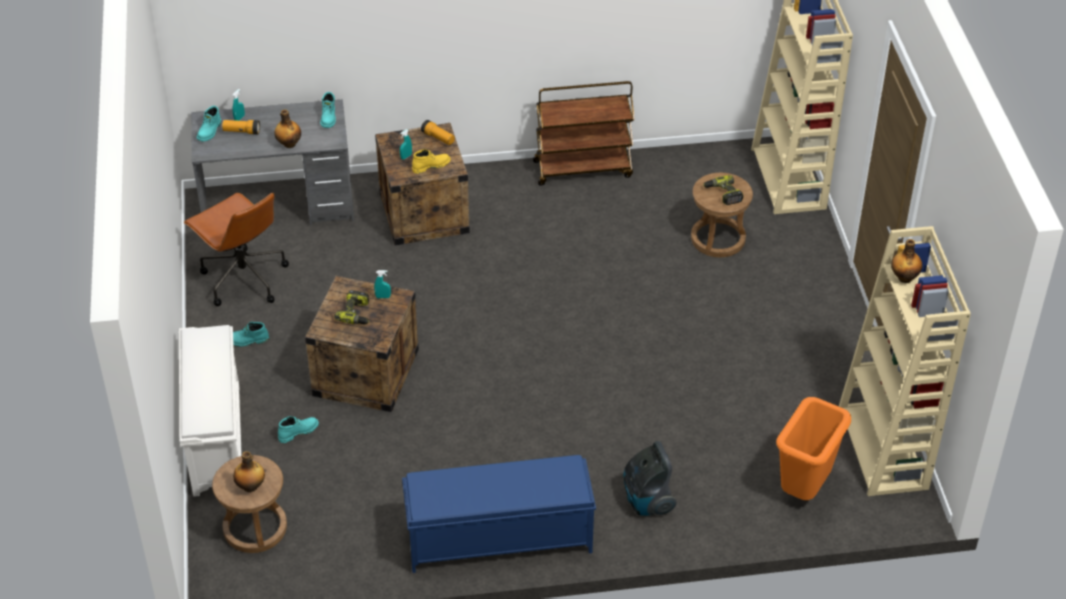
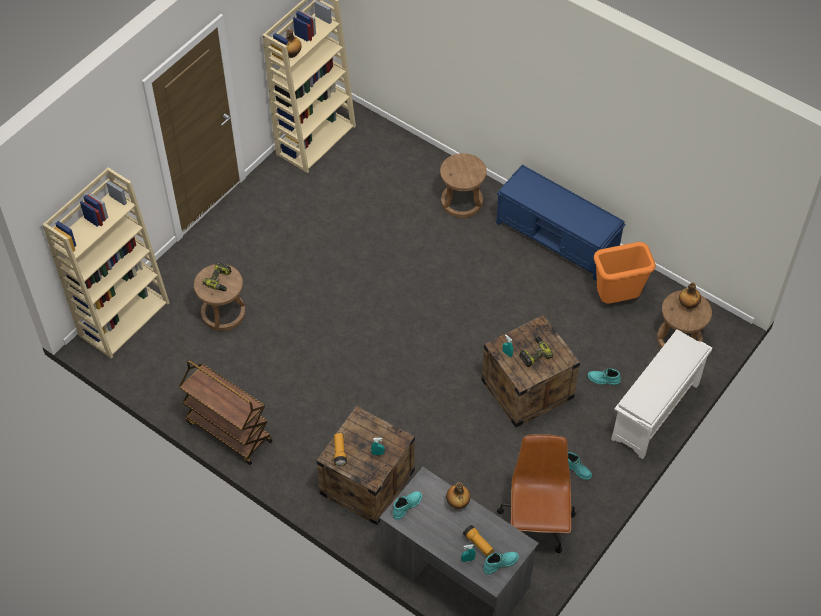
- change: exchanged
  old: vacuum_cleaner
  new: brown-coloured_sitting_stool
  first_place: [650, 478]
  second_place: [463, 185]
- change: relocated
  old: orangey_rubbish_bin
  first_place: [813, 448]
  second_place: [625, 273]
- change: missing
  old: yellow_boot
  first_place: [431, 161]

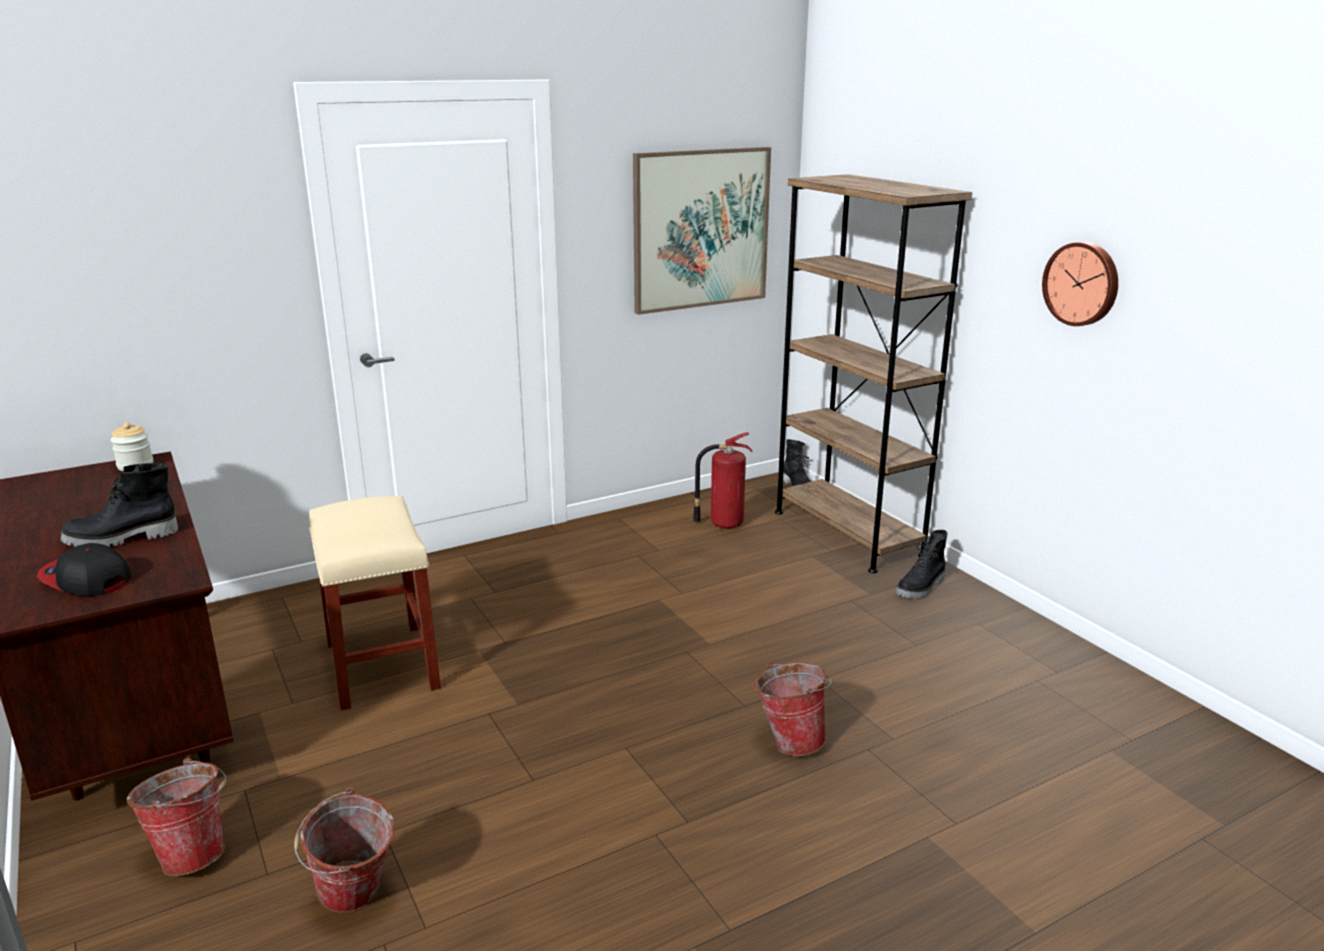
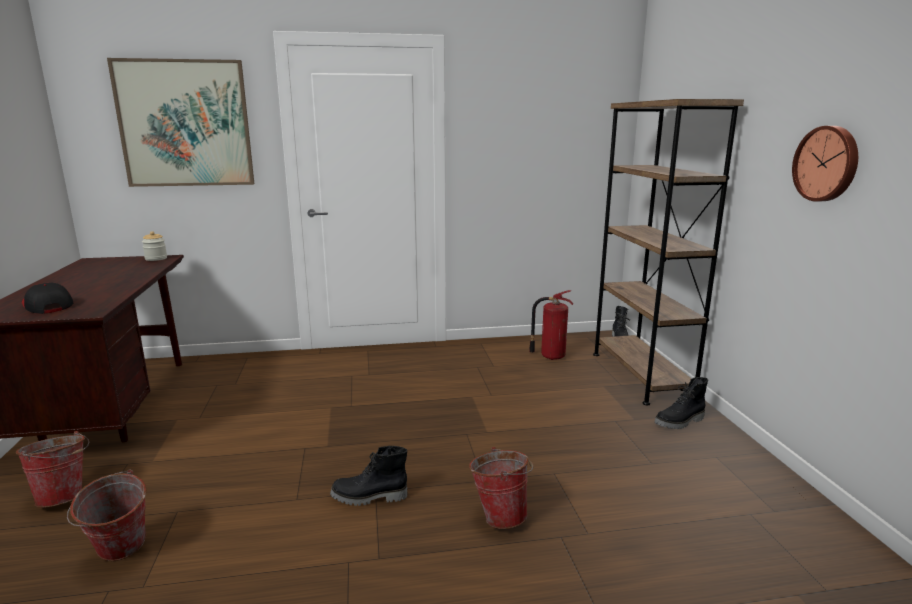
- change: relocated
  old: picture
  first_place: [702, 231]
  second_place: [180, 122]
- change: relocated
  old: black-coloured_boot
  first_place: [119, 505]
  second_place: [369, 476]
- change: missing
  old: sand-coloured_sitting_stool
  first_place: [375, 603]

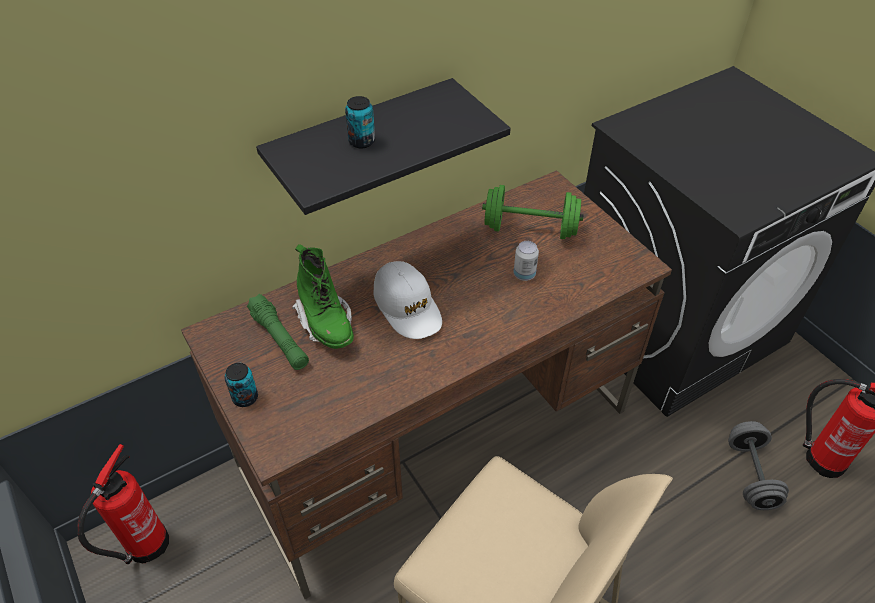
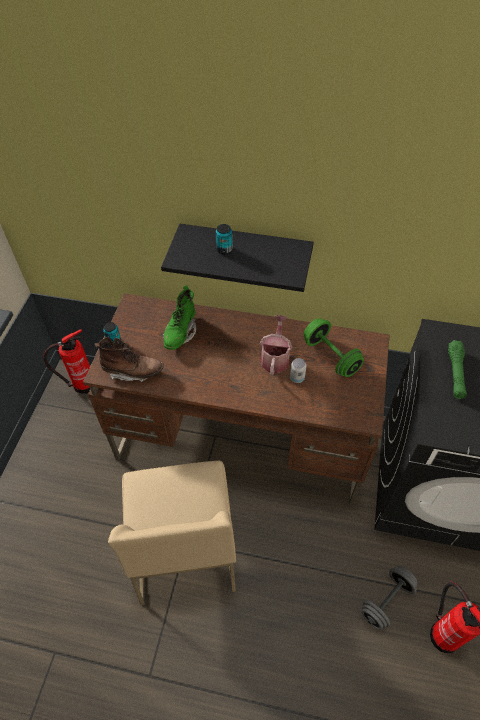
- change: appeared
  new: brown-coloured_boot
  second_place: [129, 359]
- change: appeared
  new: watering_can
  second_place: [276, 345]
- change: relocated
  old: green_torch
  first_place: [278, 332]
  second_place: [457, 369]
- change: missing
  old: white-coloured_cap
  first_place: [407, 300]

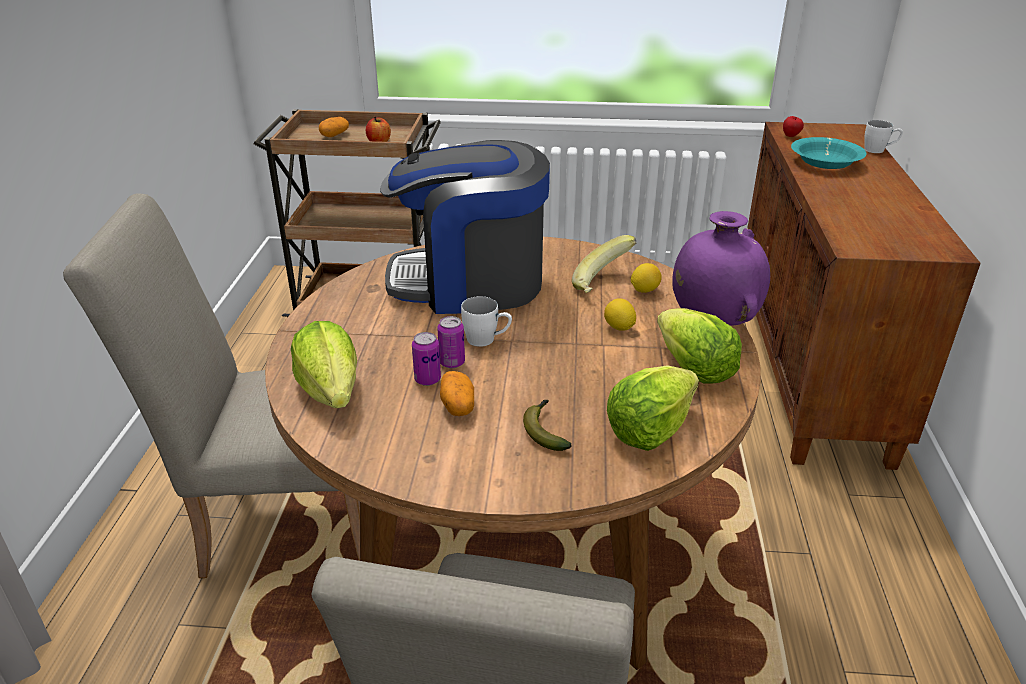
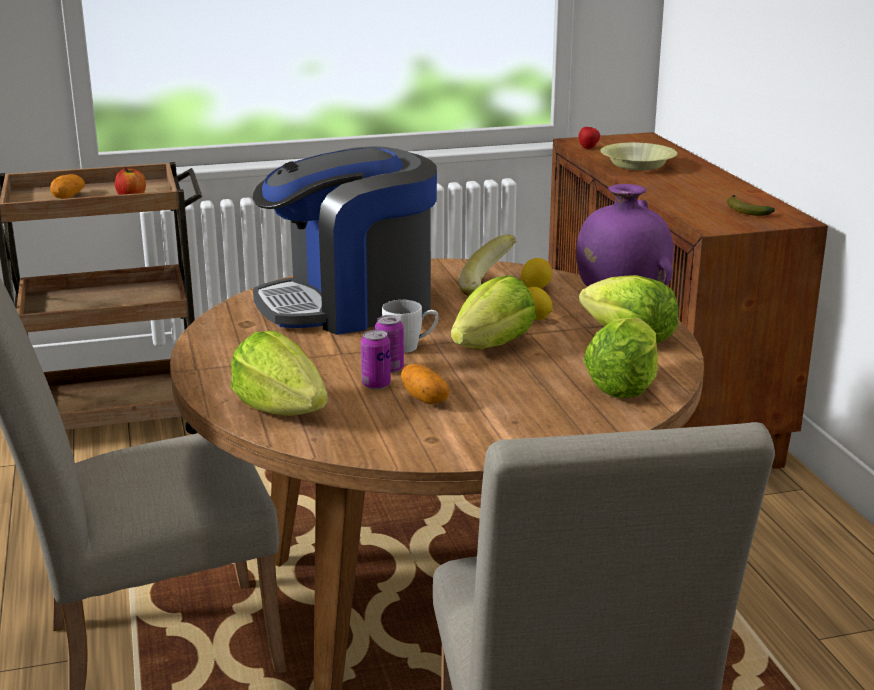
- change: appeared
  new: lettuce
  second_place: [493, 312]
- change: colour
  old: turquoise_serving_bowl
  new: yellow_serving_bowl
  first_place: [828, 153]
  second_place: [638, 156]
- change: relocated
  old: banana
  first_place: [547, 425]
  second_place: [751, 205]
- change: missing
  old: white-coloured_tea_mug
  first_place: [883, 136]

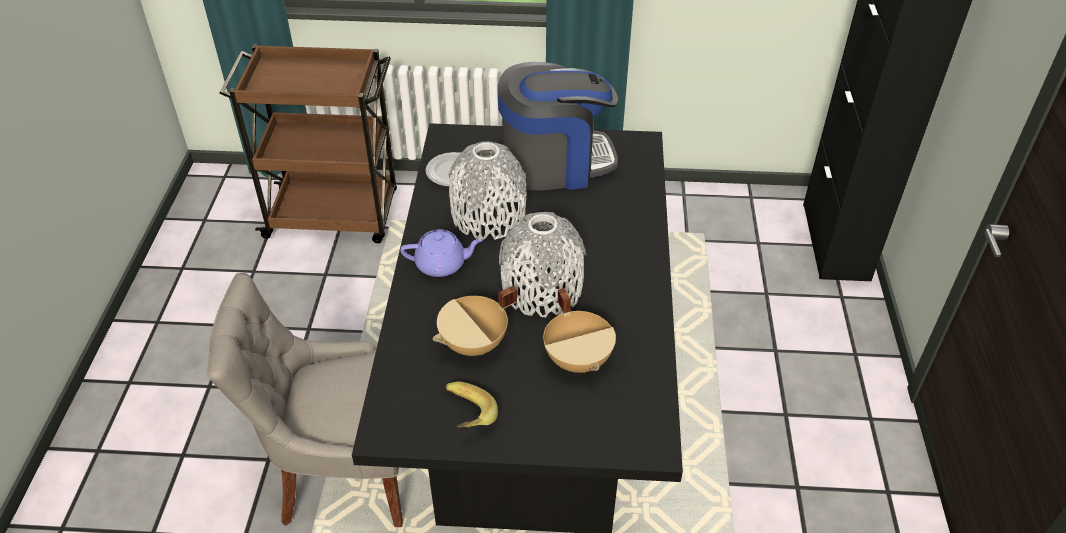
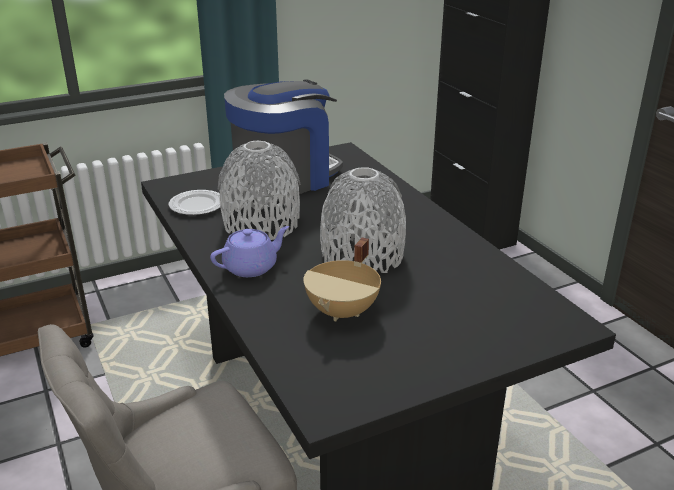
- change: missing
  old: banana
  first_place: [471, 404]
- change: missing
  old: sand-coloured_stockpot
  first_place: [579, 330]

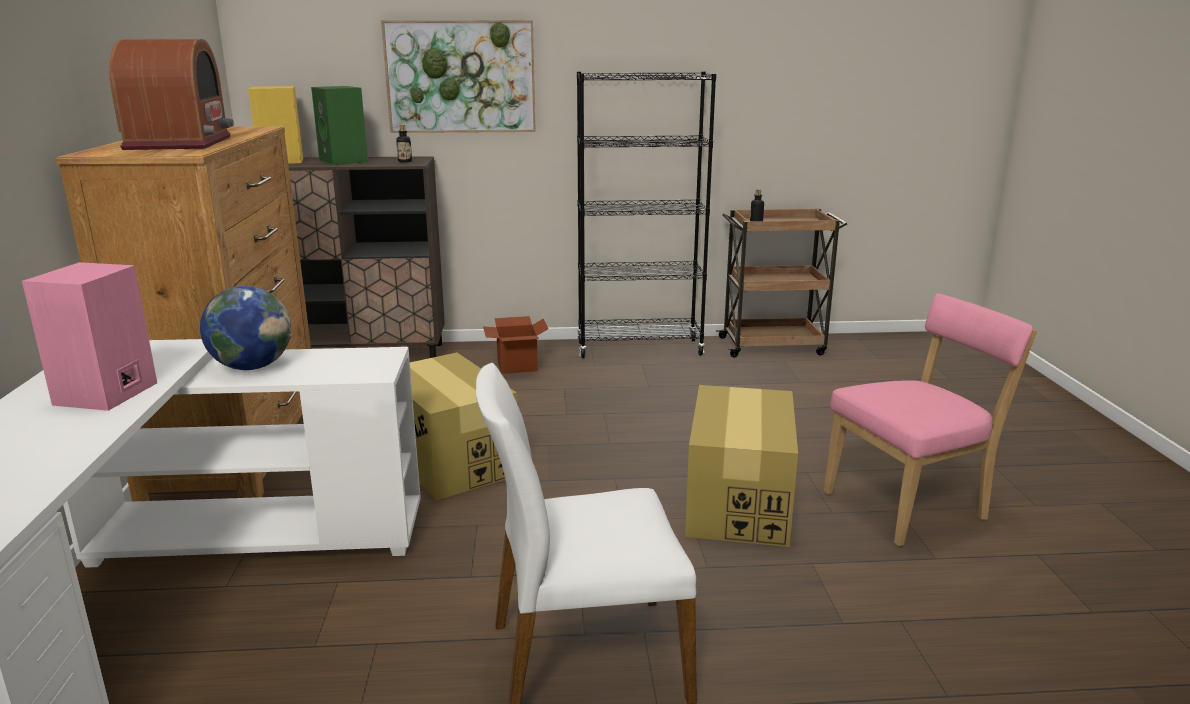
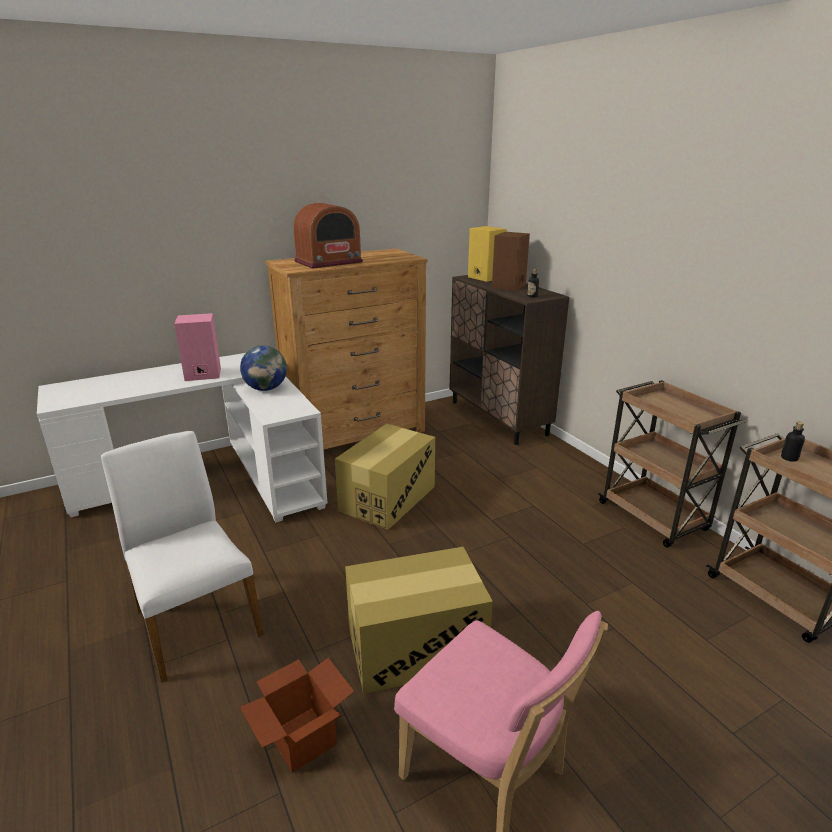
- change: relocated
  old: cardboard_box
  first_place: [515, 345]
  second_place: [297, 715]
- change: colour
  old: green_loudspeaker
  new: brown-coloured_loudspeaker
  first_place: [339, 125]
  second_place: [511, 261]
- change: exchanged
  old: black-coloured_bookcase
  new: brown-coloured_wheeled_cart
  first_place: [646, 214]
  second_place: [672, 464]
- change: missing
  old: picture
  first_place: [458, 76]

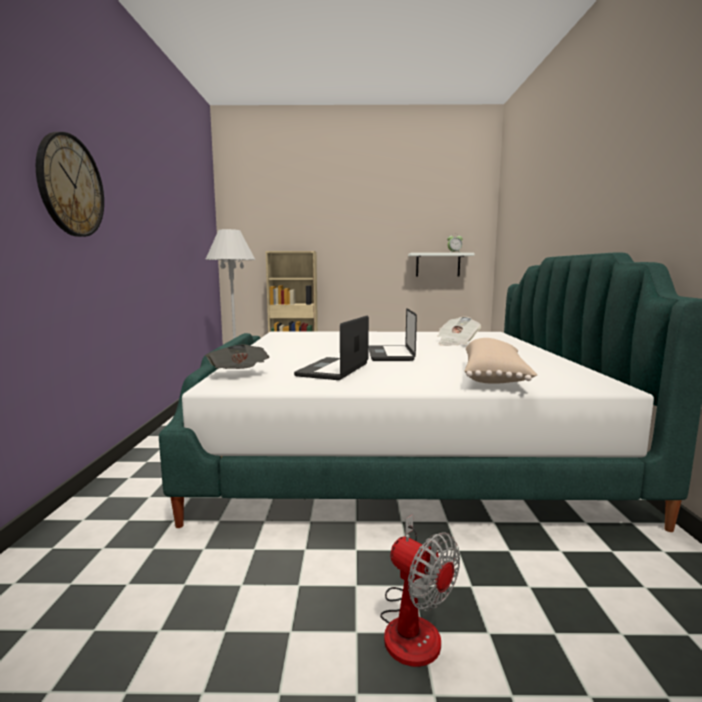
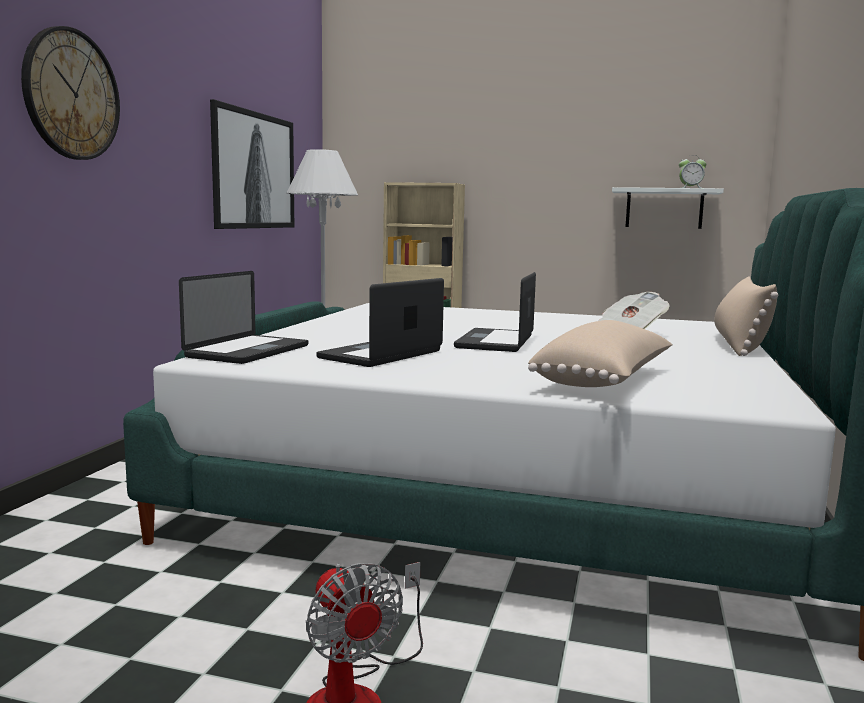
- change: exchanged
  old: newspaper
  new: notebook_computer
  first_place: [237, 356]
  second_place: [243, 317]
- change: appeared
  new: picture
  second_place: [252, 164]
- change: appeared
  new: sand-coloured_cushion
  second_place: [746, 316]

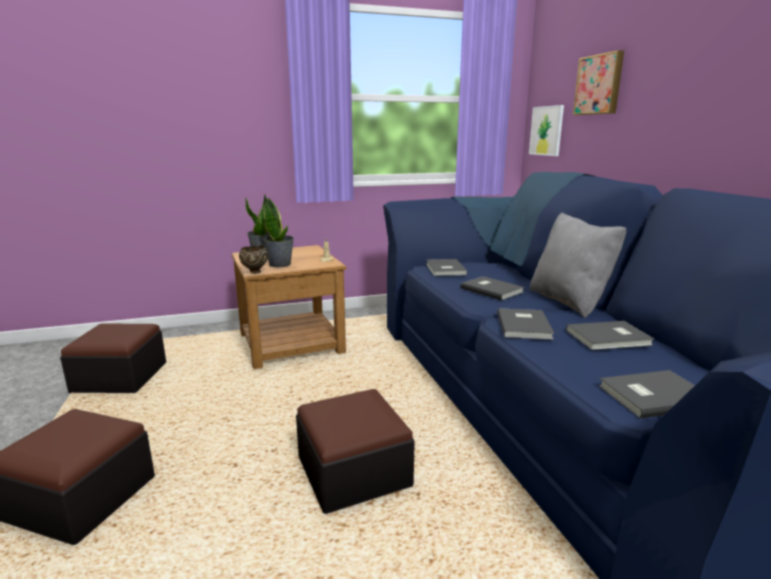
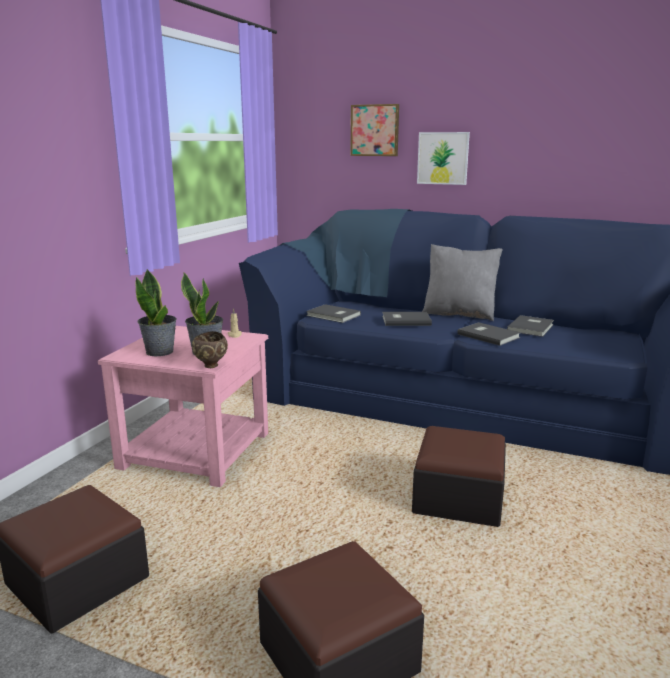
- change: colour
  old: brown-coloured_end_table
  new: pinkish_end_table
  first_place: [289, 307]
  second_place: [183, 406]
- change: relocated
  old: picture
  first_place: [546, 130]
  second_place: [443, 158]
- change: missing
  old: gray_volume
  first_place: [647, 394]

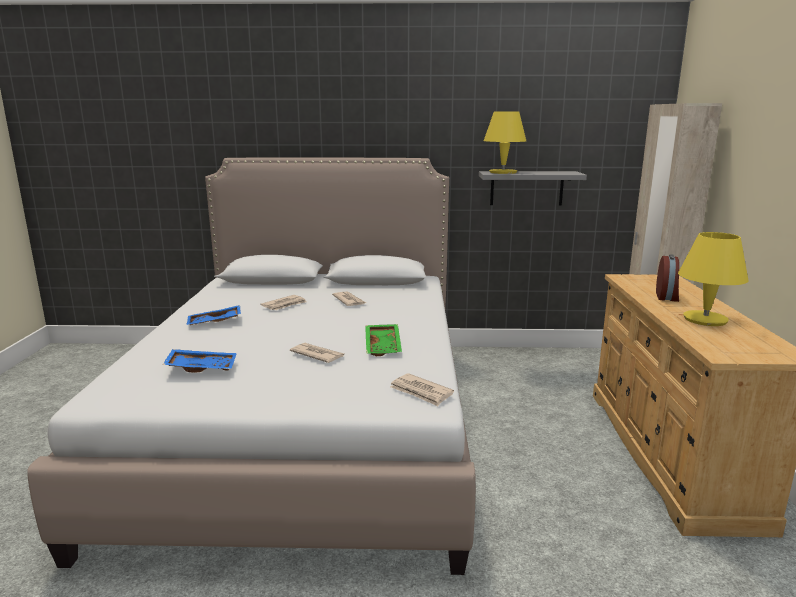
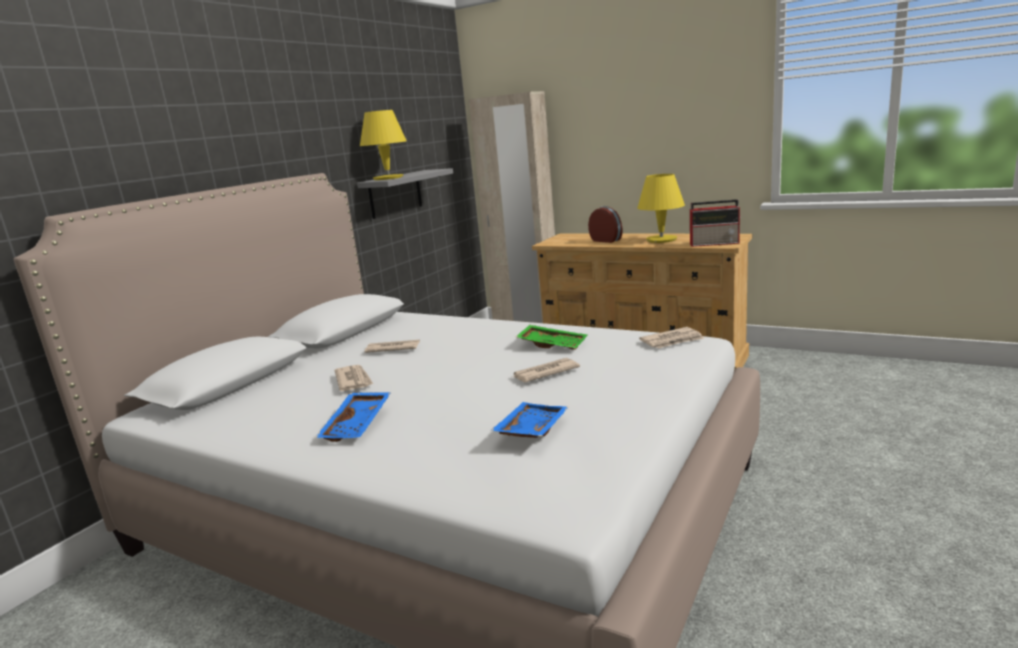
- change: appeared
  new: radio
  second_place: [715, 223]

